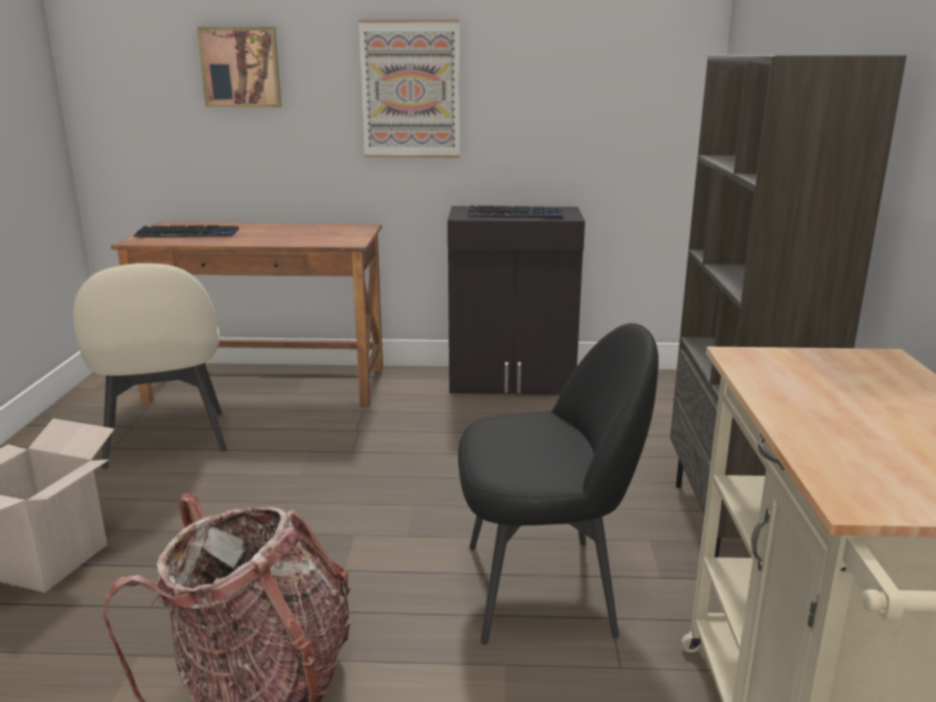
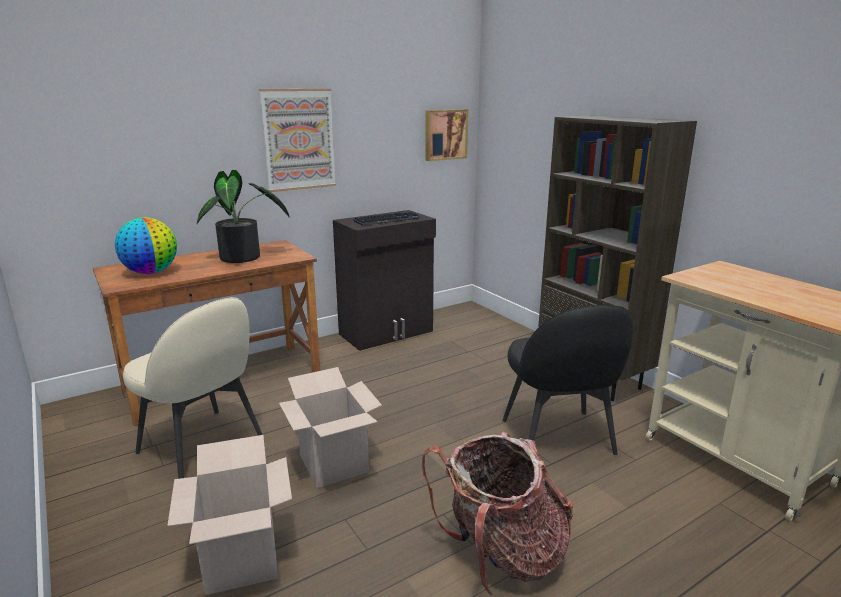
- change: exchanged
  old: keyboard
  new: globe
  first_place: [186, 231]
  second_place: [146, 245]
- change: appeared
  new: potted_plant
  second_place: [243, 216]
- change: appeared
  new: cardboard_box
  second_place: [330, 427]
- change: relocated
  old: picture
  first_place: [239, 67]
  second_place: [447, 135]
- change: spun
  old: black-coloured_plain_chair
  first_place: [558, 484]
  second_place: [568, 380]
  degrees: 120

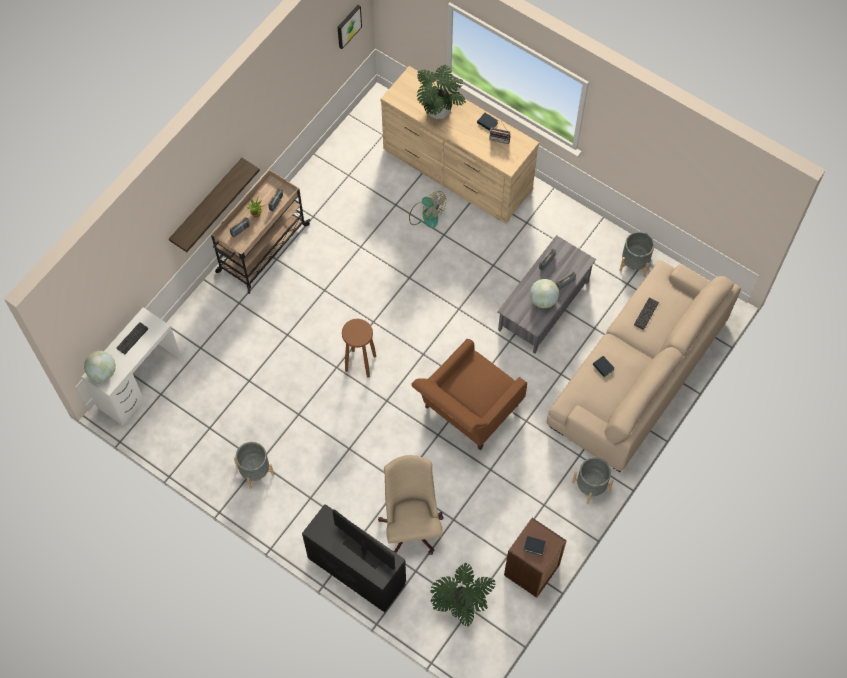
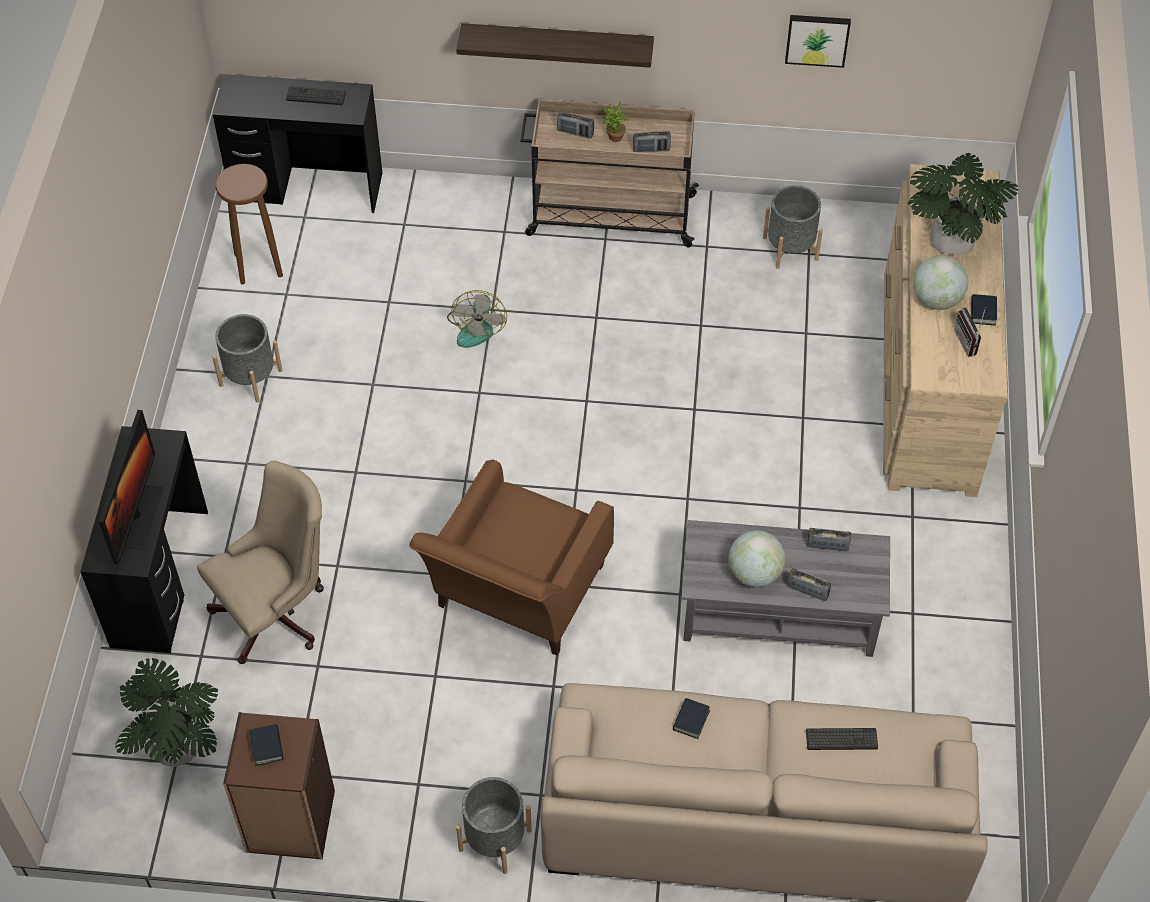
- change: colour
  old: white-coloured_desk
  new: black-coloured_desk
  first_place: [132, 366]
  second_place: [297, 143]
- change: relocated
  old: brown-coloured_sitting_stool
  first_place: [359, 348]
  second_place: [249, 224]
- change: spun
  old: brown-coloured_lounge_chair
  first_place: [469, 394]
  second_place: [511, 558]
  degrees: -75
- change: relocated
  old: cooling_fan
  first_place: [427, 209]
  second_place: [477, 319]
- change: relocated
  old: gray_planter
  first_place: [636, 254]
  second_place: [793, 227]
- change: relocated
  old: picture
  first_place: [350, 27]
  second_place: [818, 41]
- change: relocated
  old: globe
  first_place: [100, 366]
  second_place: [940, 282]

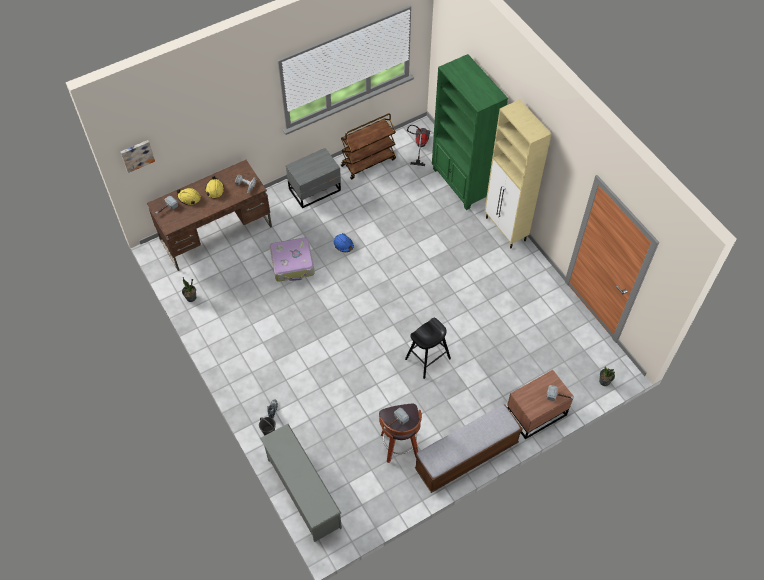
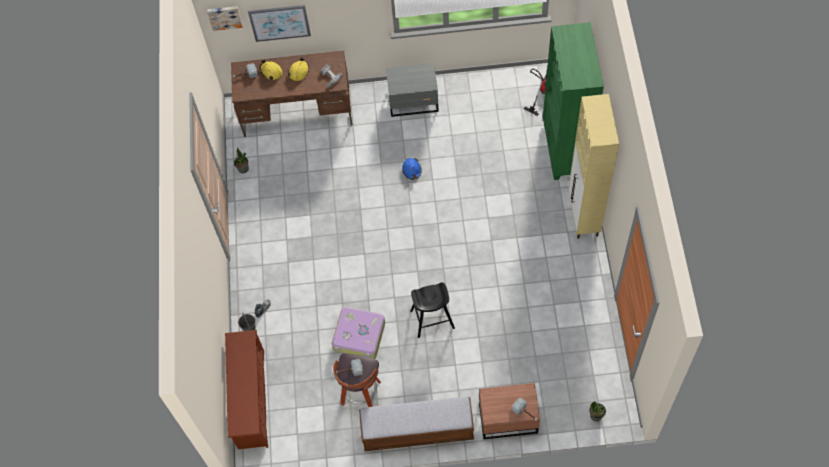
- change: colour
  old: gray_shoe_shelf
  new: brown-coloured_shoe_shelf
  first_place: [301, 483]
  second_place: [246, 389]
- change: appeared
  new: picture
  second_place: [279, 23]
- change: relocated
  old: travel_case
  first_place: [292, 260]
  second_place: [358, 333]
- change: missing
  old: brown-coloured_wheeled_cart
  first_place: [368, 146]

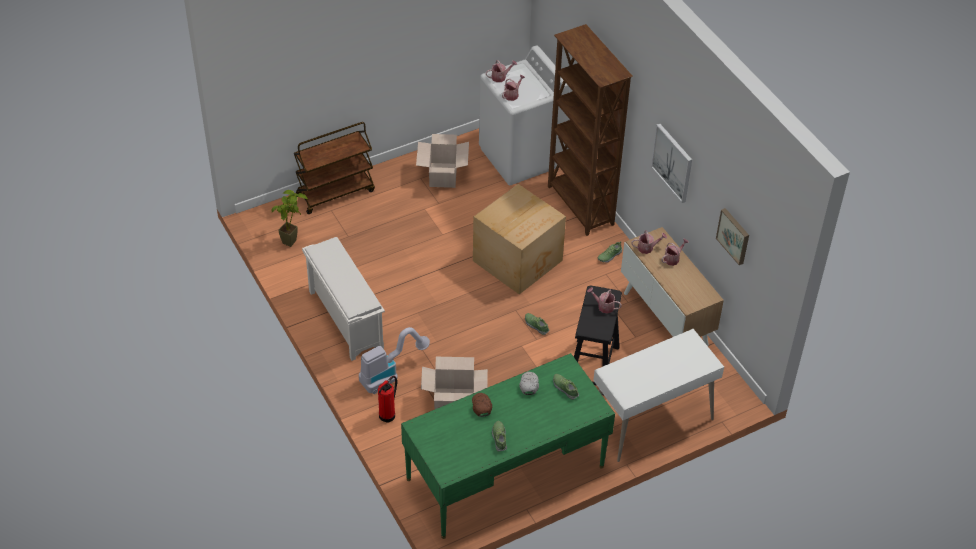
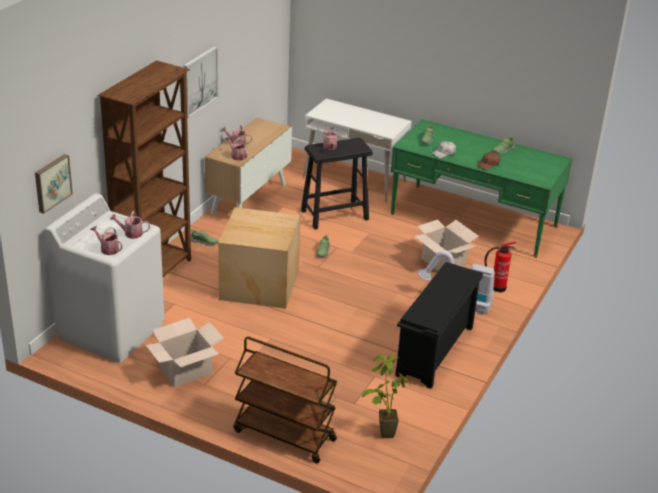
- change: relocated
  old: picture
  first_place: [732, 236]
  second_place: [54, 184]
- change: colour
  old: white-coloured_shoe_shelf
  new: black-coloured_shoe_shelf
  first_place: [343, 299]
  second_place: [439, 325]

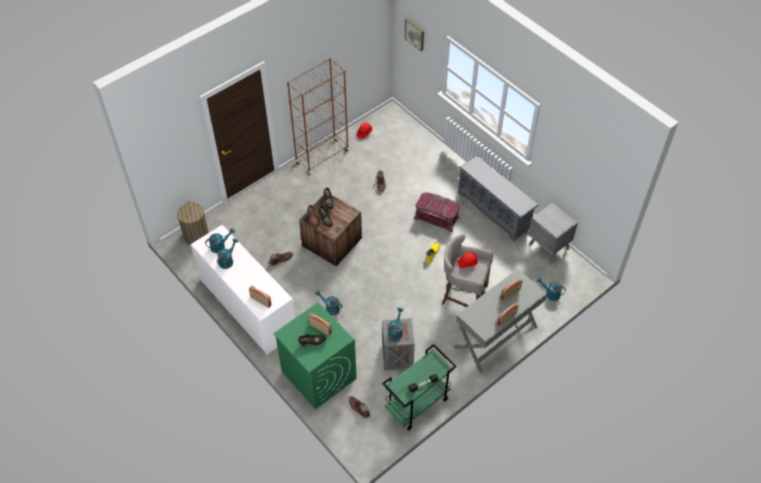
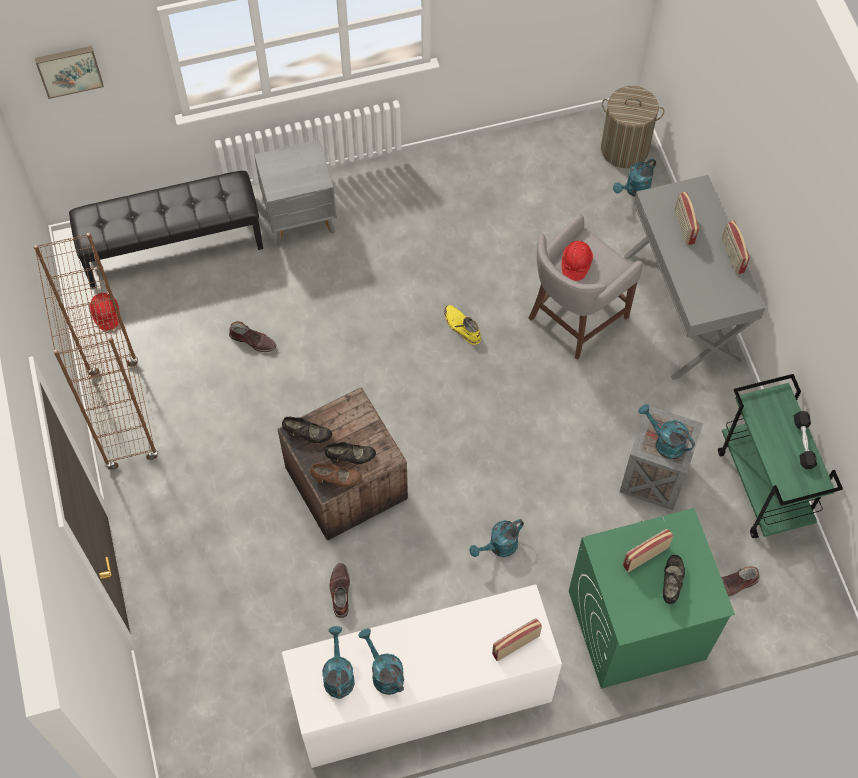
- change: appeared
  new: black-coloured_bench
  second_place: [166, 230]
- change: relocated
  old: gray_nightstand
  first_place: [553, 233]
  second_place: [295, 193]
- change: relocated
  old: washing_basket
  first_place: [193, 223]
  second_place: [632, 127]
- change: missing
  old: red-coloured_storage_bin
  first_place: [437, 212]
- change: missing
  old: gray_shoe_shelf
  first_place: [498, 198]

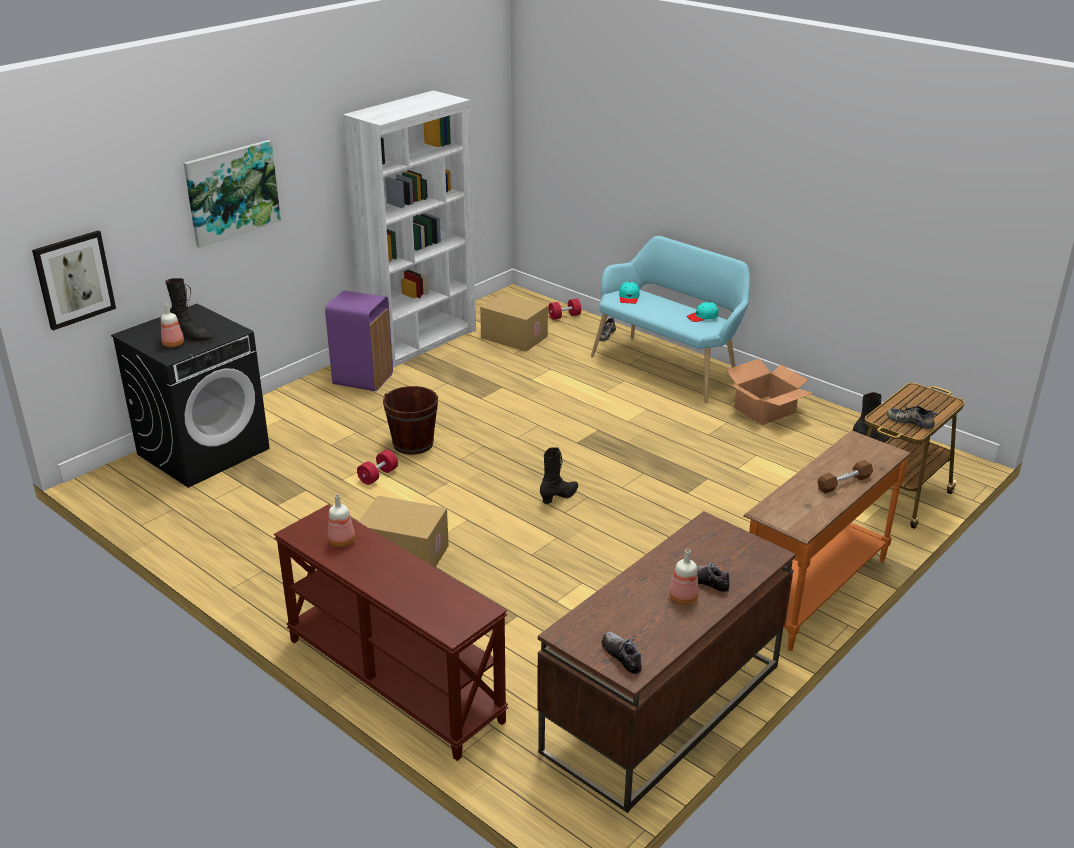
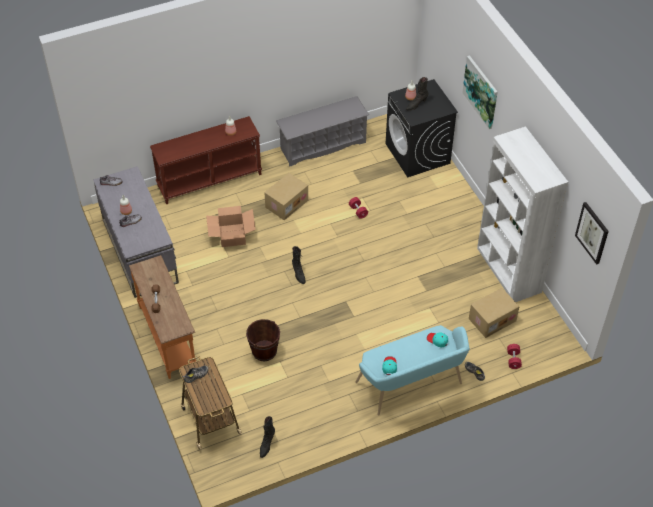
- change: colour
  old: brown-coloured_desk
  new: gray_desk
  first_place: [666, 662]
  second_place: [136, 232]
- change: relocated
  old: cardboard_box
  first_place: [769, 391]
  second_place: [231, 226]
- change: relocated
  old: brown-coloured_pail
  first_place: [410, 420]
  second_place: [263, 340]
- change: appeared
  new: gray_shoe_shelf
  second_place: [322, 131]
- change: relocated
  old: picture
  first_place: [74, 281]
  second_place: [592, 233]
- change: missing
  old: purple_rubbish_bin
  first_place: [359, 340]

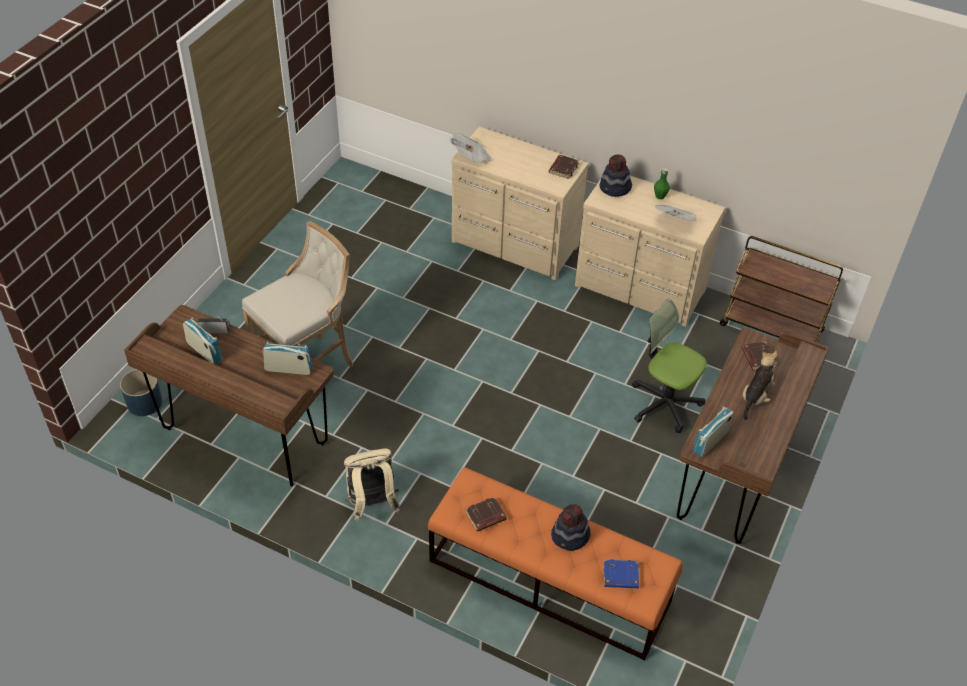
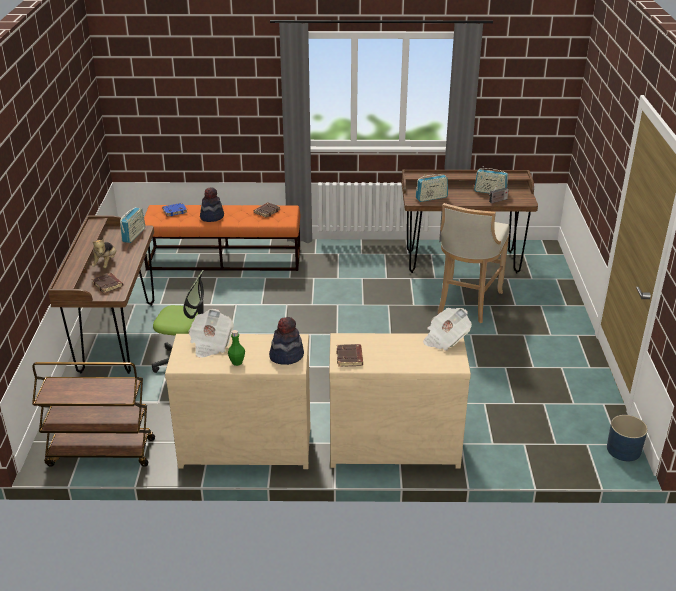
- change: relocated
  old: bluish_planter
  first_place: [141, 392]
  second_place: [627, 438]
- change: missing
  old: sand-coloured_rucksack
  first_place: [372, 484]

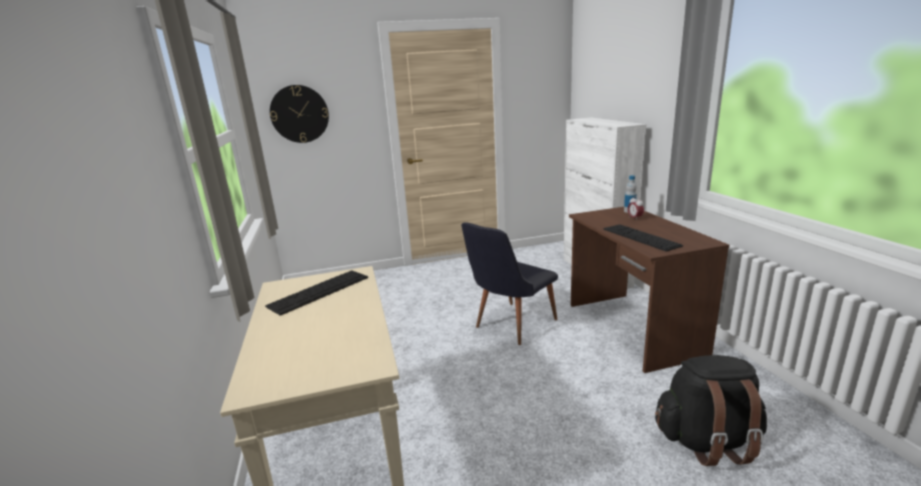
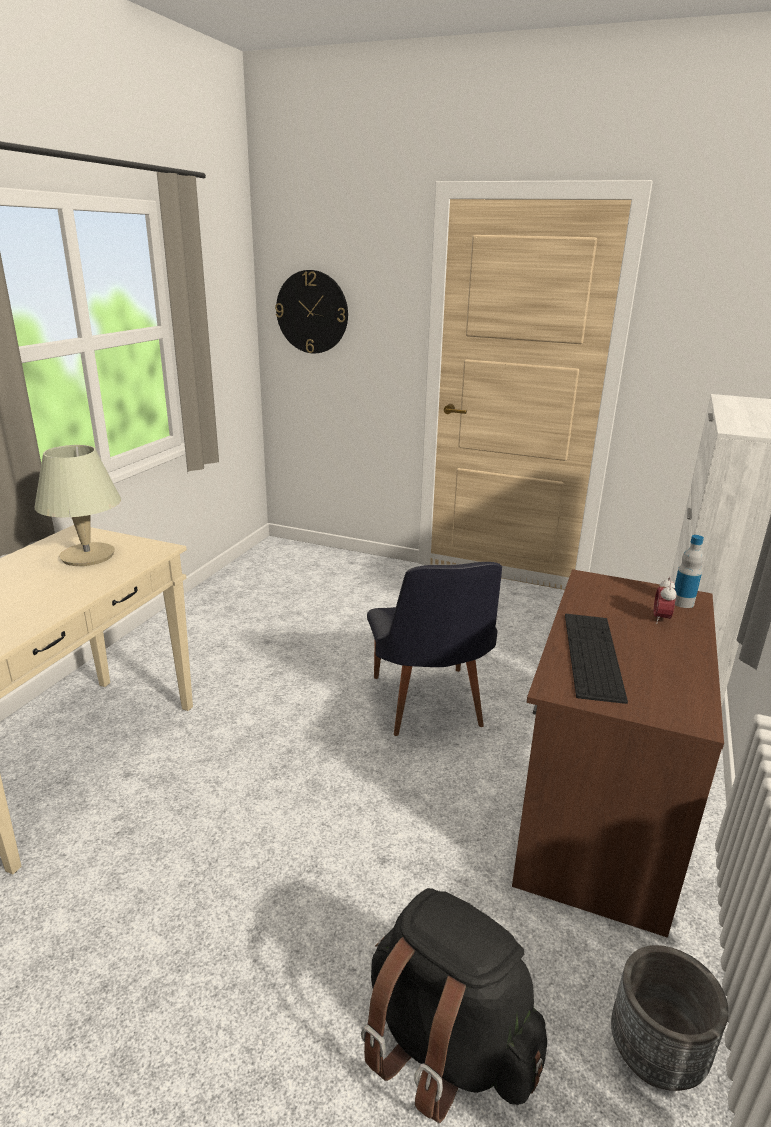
- change: exchanged
  old: keyboard
  new: sand-coloured_lamp_for_a_table
  first_place: [316, 293]
  second_place: [77, 505]
- change: spun
  old: black-coloured_plain_chair
  first_place: [509, 283]
  second_place: [434, 649]
  degrees: -90
- change: appeared
  new: gray_planter
  second_place: [670, 1018]

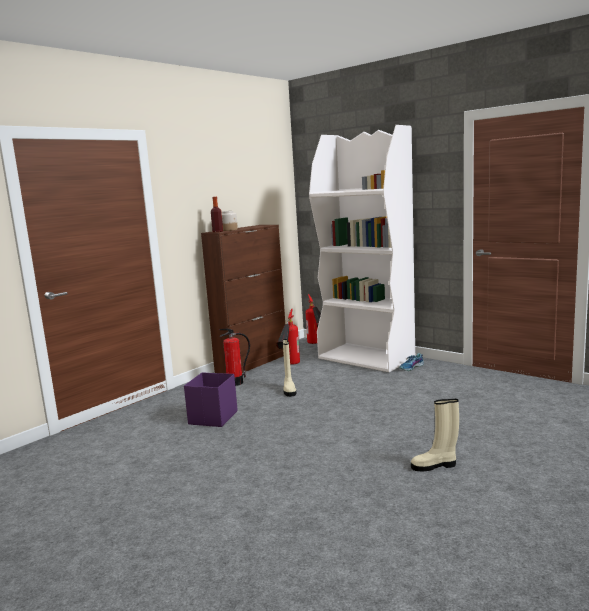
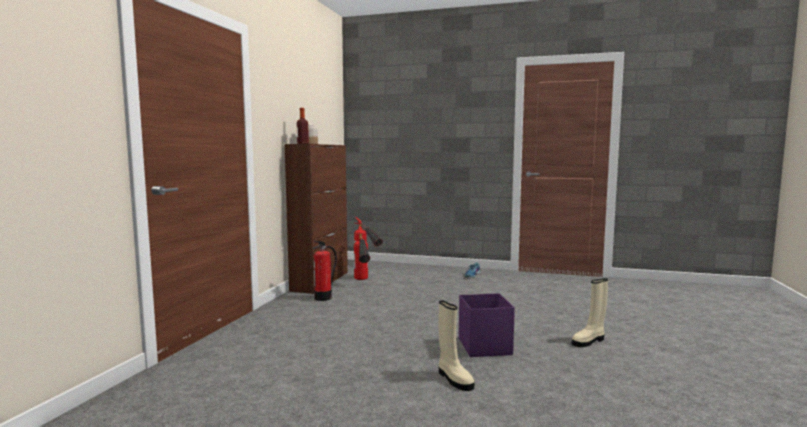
- change: relocated
  old: sand-coloured_boot
  first_place: [289, 368]
  second_place: [456, 346]
- change: relocated
  old: purple_storage_bin
  first_place: [211, 399]
  second_place: [487, 325]
- change: missing
  old: white-coloured_bookcase
  first_place: [362, 248]

